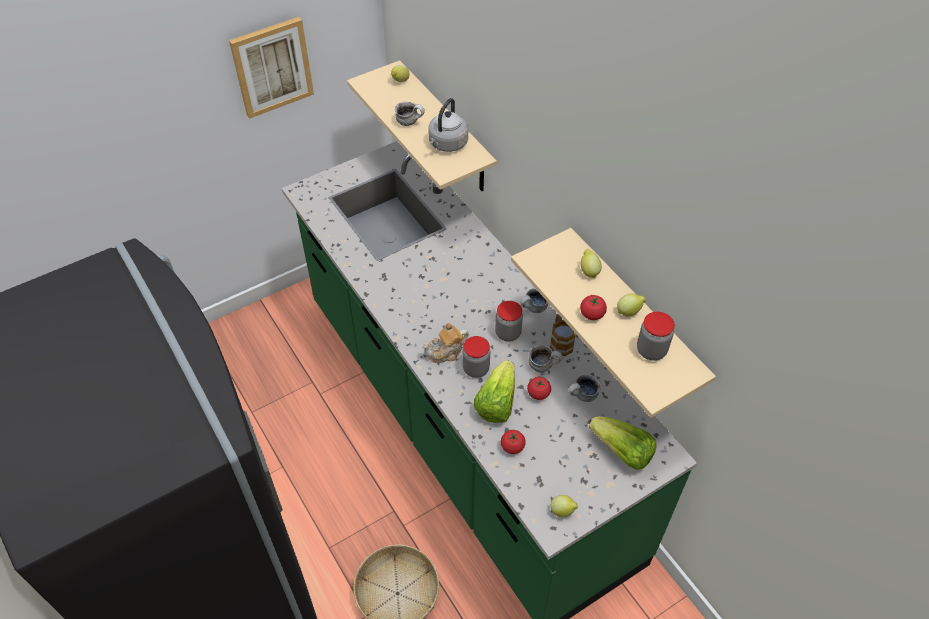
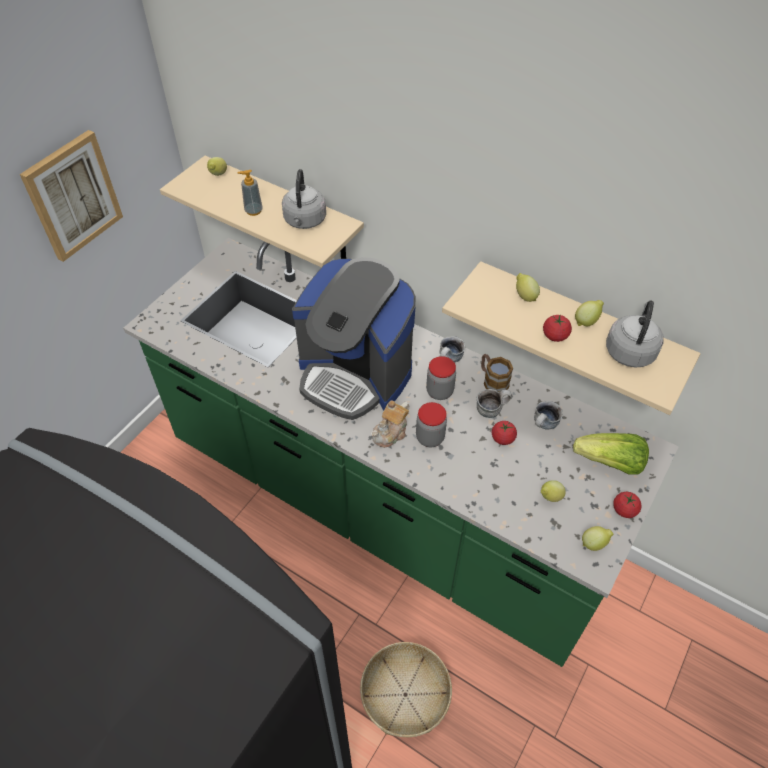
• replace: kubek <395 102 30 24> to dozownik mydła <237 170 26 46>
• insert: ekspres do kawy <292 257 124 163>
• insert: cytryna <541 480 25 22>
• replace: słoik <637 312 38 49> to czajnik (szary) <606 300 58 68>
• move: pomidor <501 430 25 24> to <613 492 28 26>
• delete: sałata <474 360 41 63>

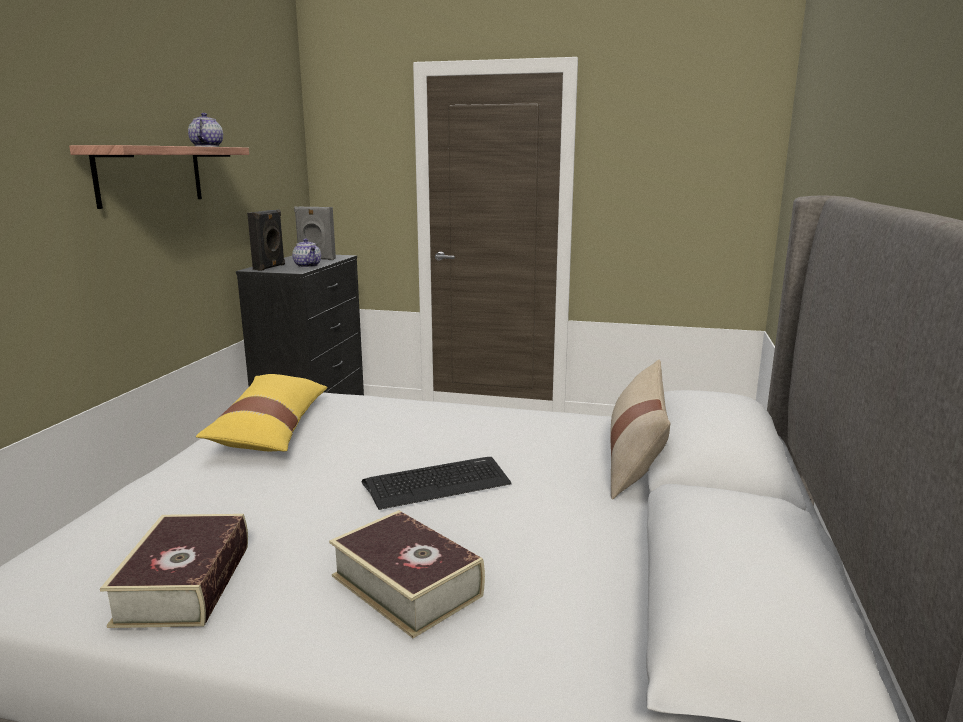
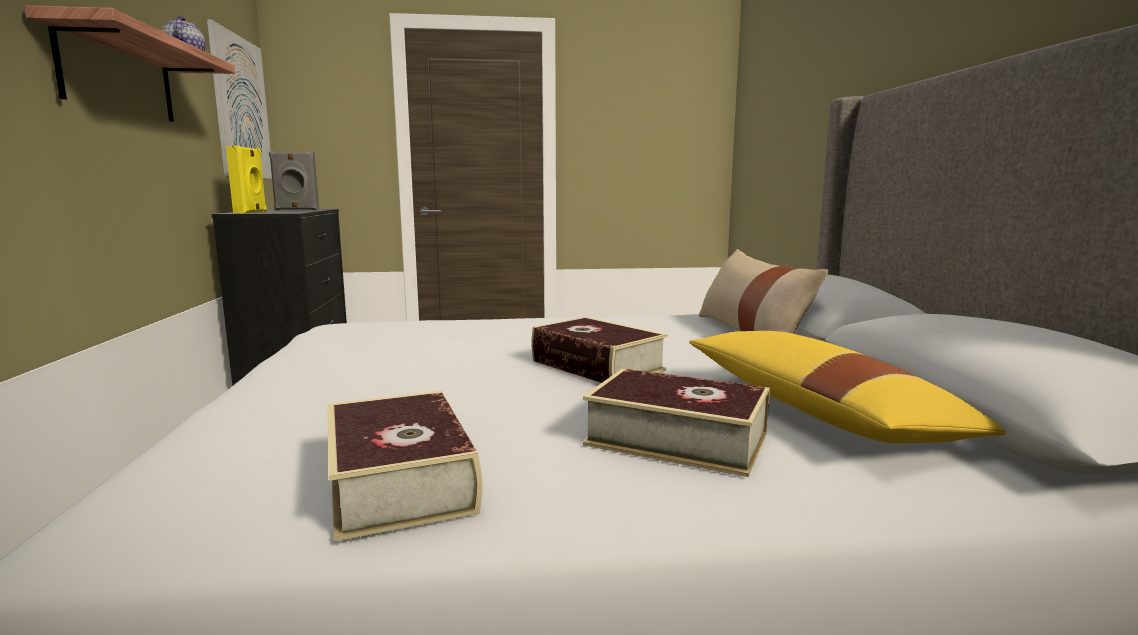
• insert: obraz <207 20 65 159>
• recolor: głośnik (czarny) <247 210 38 61> to głośnik (żółty) <226 146 41 67>
• replace: klawiatura <362 457 149 53> to książka <531 317 137 66>
• move: poduszka (żółty) <196 374 131 77> to <689 331 316 112>
• delete: imbryk <292 239 29 28>

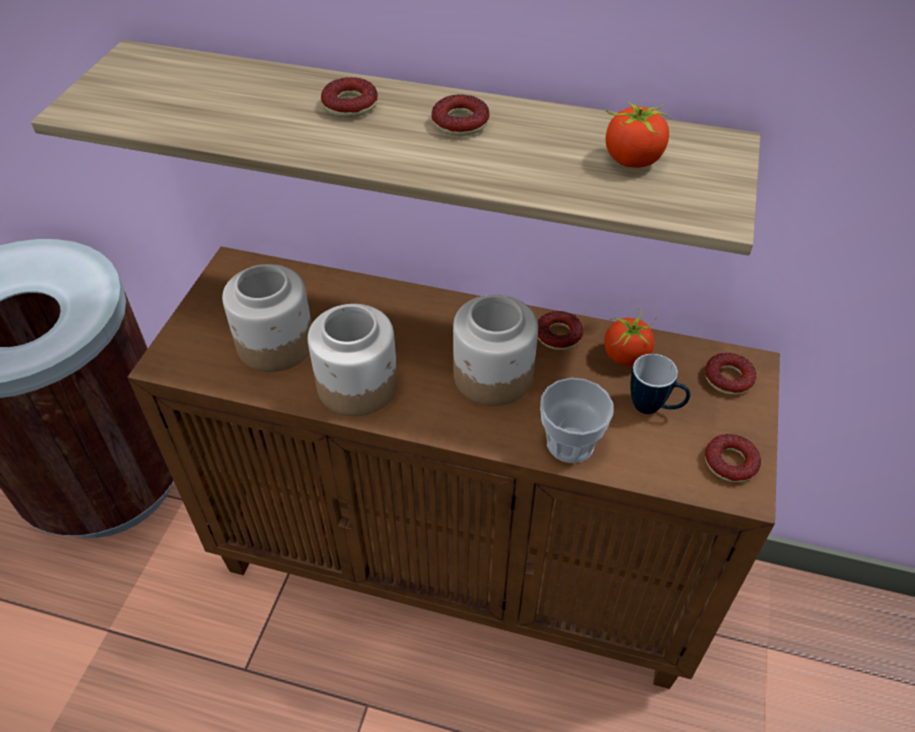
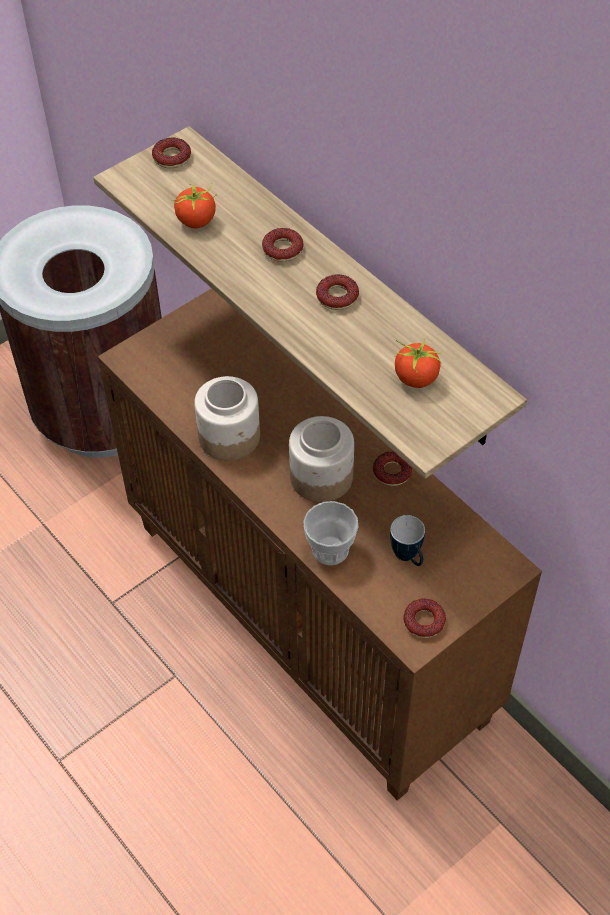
• move: donut <705 353 52 42> to <152 138 39 30>
• move: pomidor <604 307 52 59> to <172 183 44 45>
• delete: słoik <222 264 90 108>

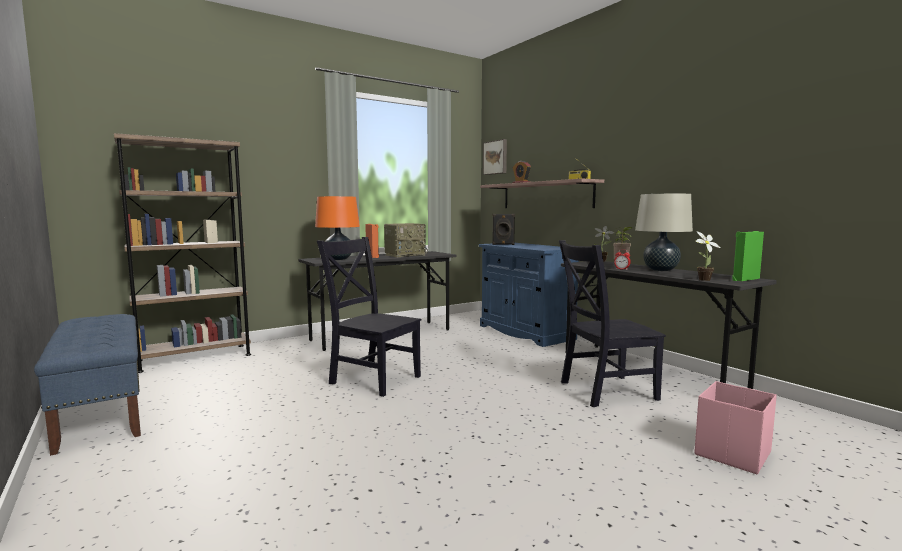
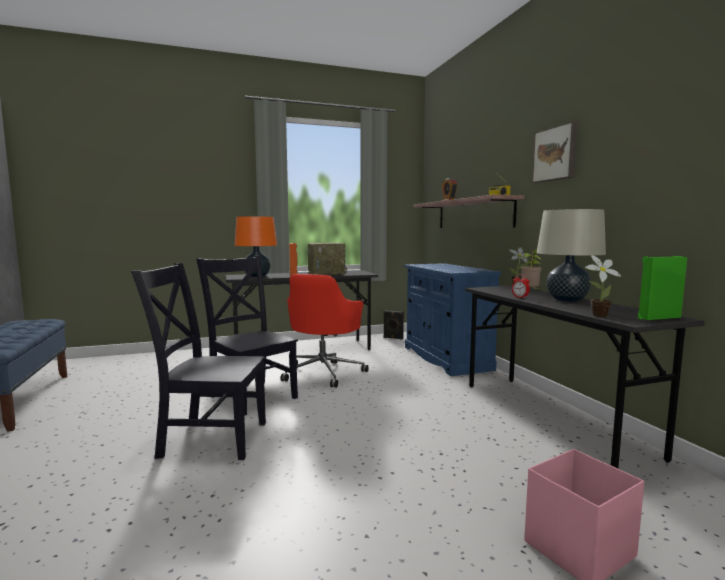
• move: krzesło (czarny) <559 240 107 167> to <131 263 135 197>
• insert: krzesło biurowe (czerwony) <280 274 88 114>
• move: głośnik (czarny) <492 214 23 31> to <383 310 21 29>
• move: obraz <483 139 24 36> to <532 121 46 62>
• delete: regał (brązowy) <114 133 137 240>

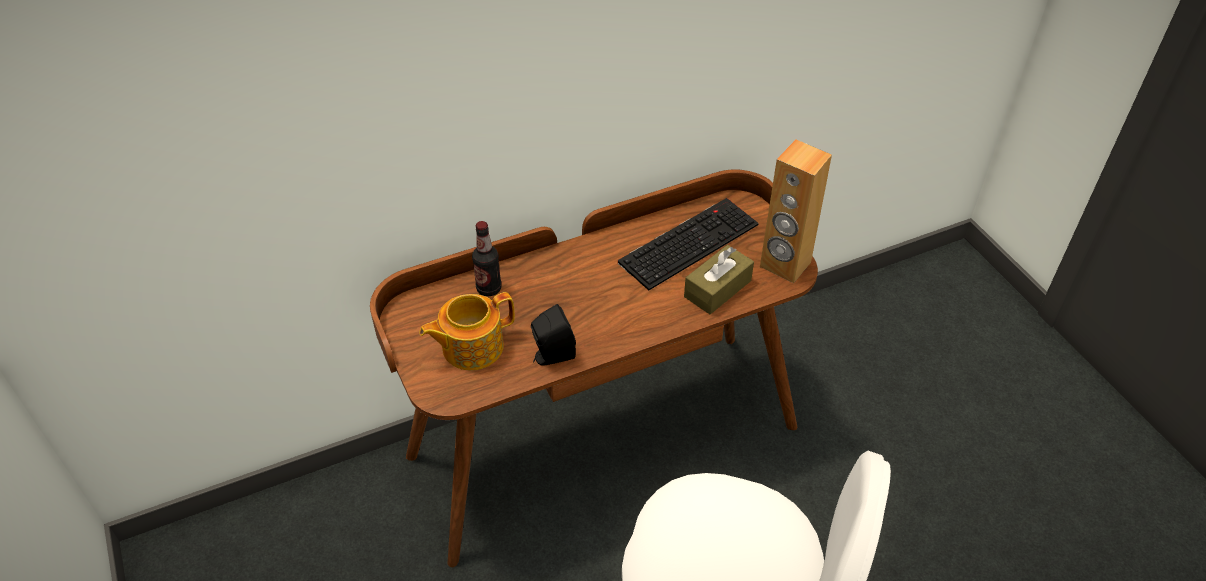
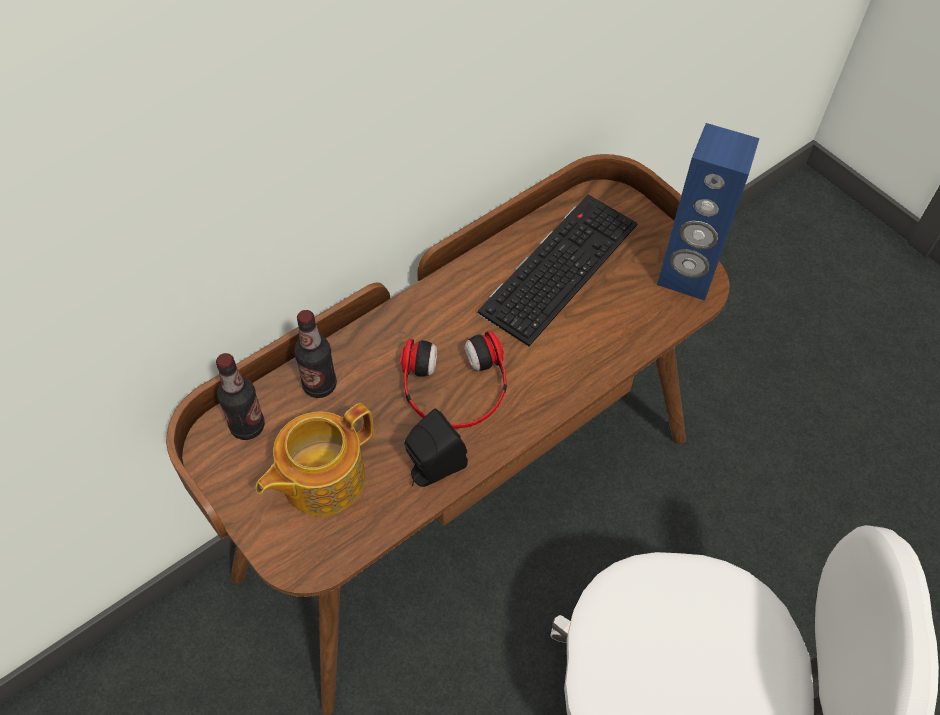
• insert: butelka <216 353 49 87>
• insert: słuchawki <401 331 106 97>
• recolor: głośnik (brązowy) <760 140 72 143> to głośnik (niebieski) <657 123 103 177>
• delete: pudełko chusteczek (brązowy) <684 245 70 69>

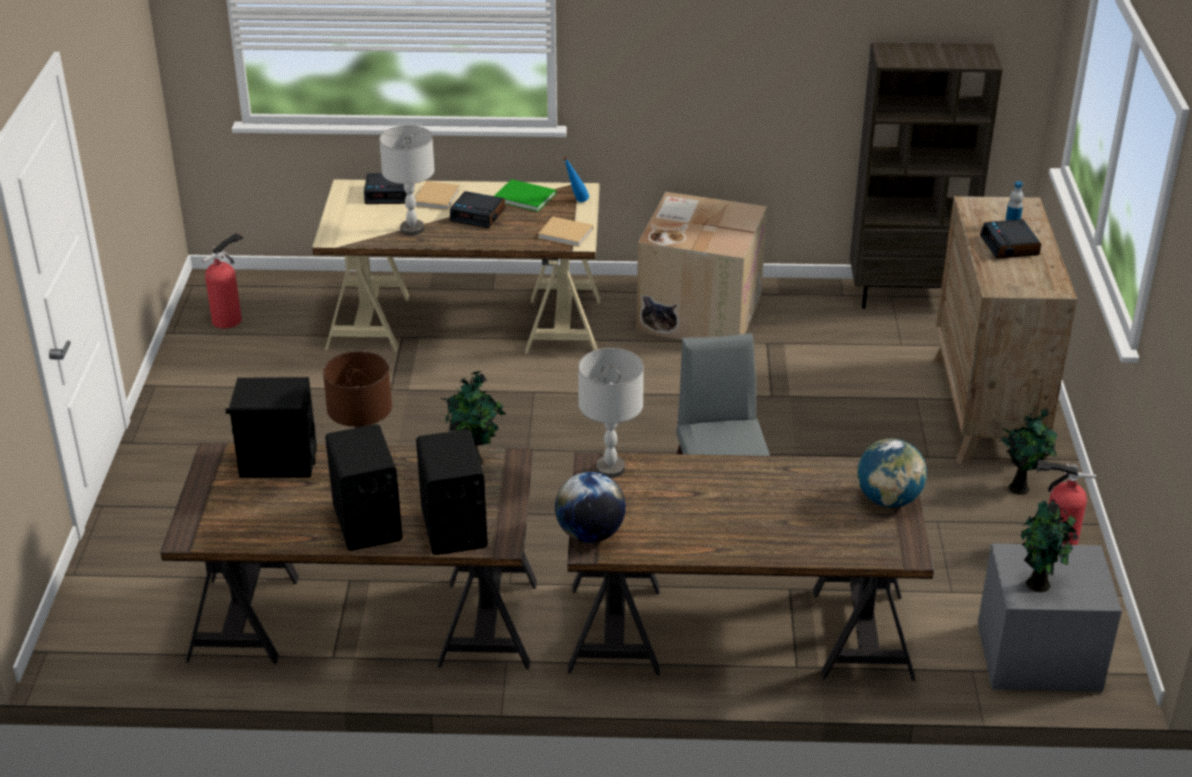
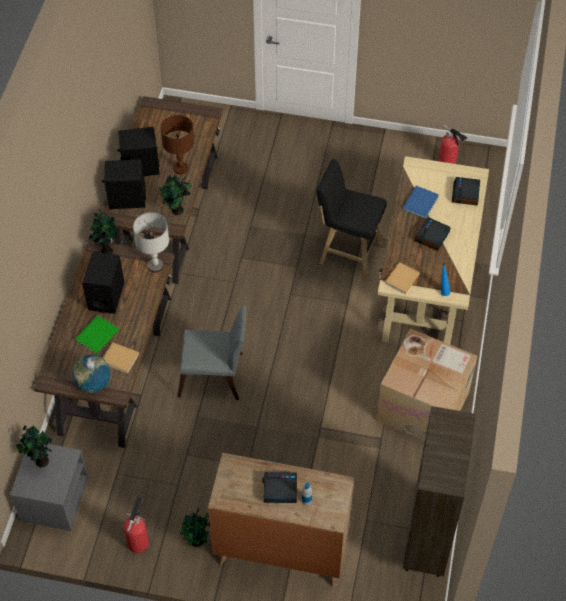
• move: książka (zielony) <494 179 62 33> to <75 315 44 39>
• move: głośnik (czarny) <225 377 92 101> to <82 252 43 62>
• replace: globus <555 472 71 71> to roślina doniczkowa <89 208 28 46>
• move: książka (beżowy) <415 181 45 29> to <103 342 36 31>
• insert: stołek (czarny) <316 159 71 120>
• replace: lampa stołowa (szary) <379 125 56 110> to książka (niebieski) <402 186 37 33>

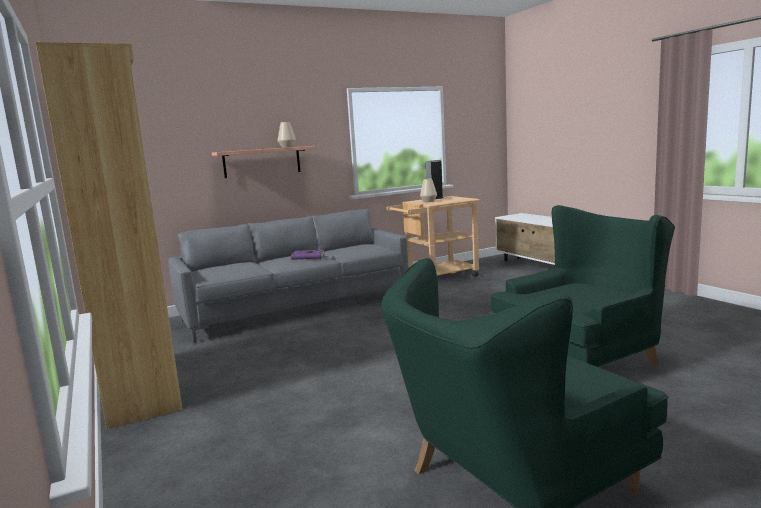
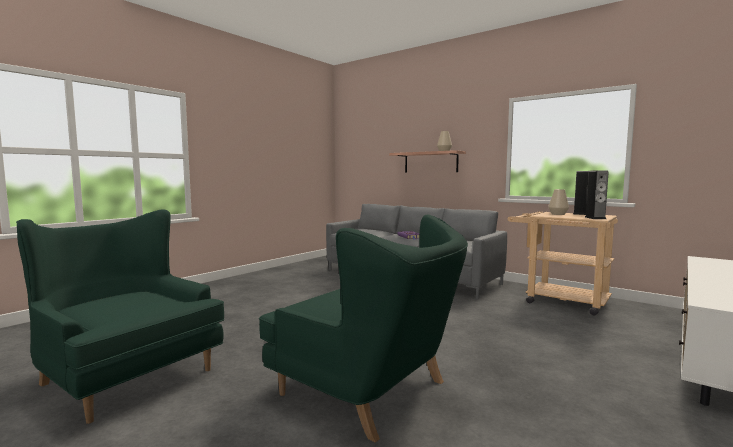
• insert: głośnik <585 170 24 49>
• delete: regał (brązowy) <35 42 148 388>

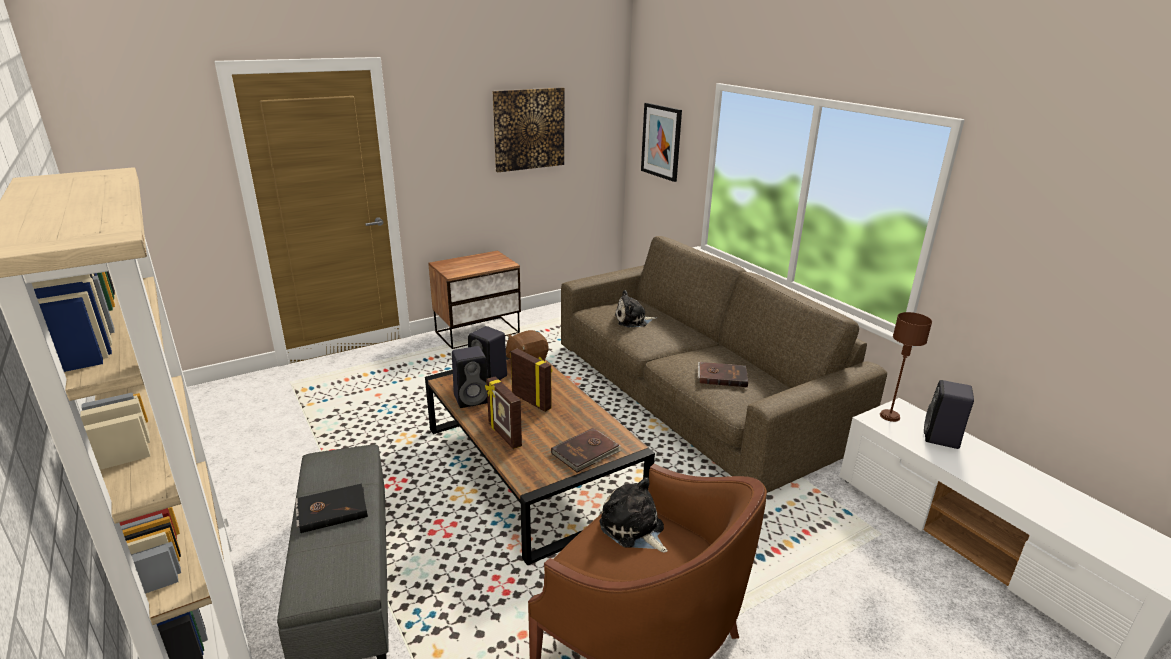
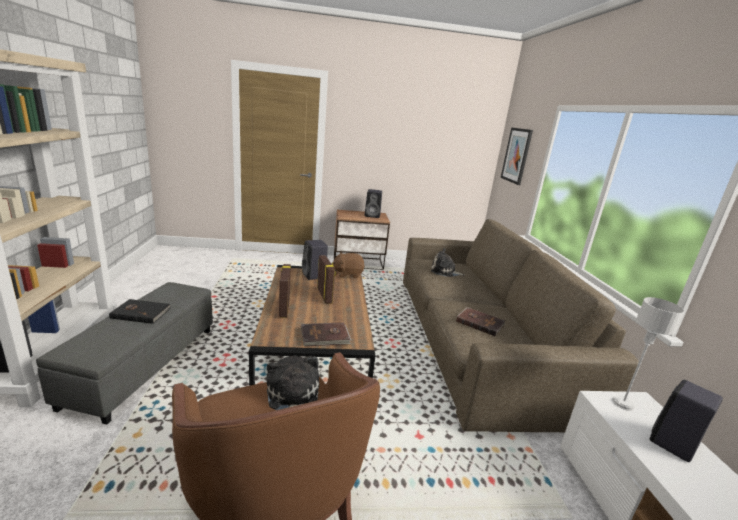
• move: głośnik (czarny) <452 346 36 62> to <364 189 18 29>
• recolor: lampa stołowa (brązowy) <880 312 52 110> to lampa stołowa (szary) <612 297 72 114>
• delete: obraz <492 87 72 85>

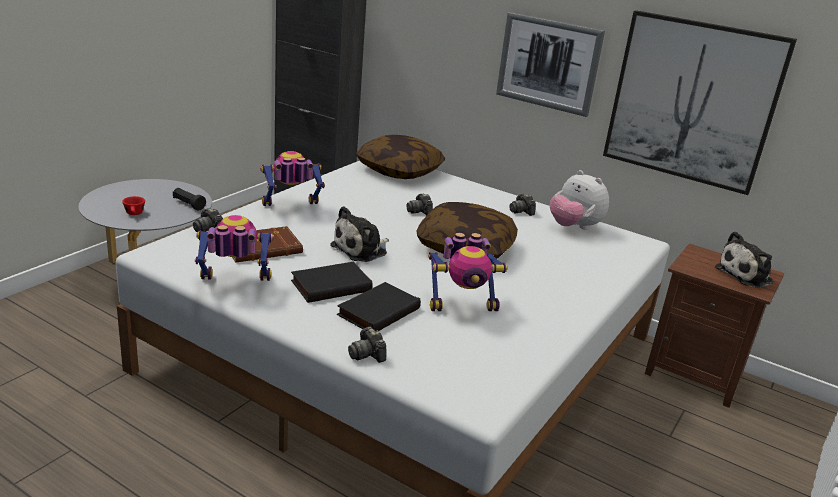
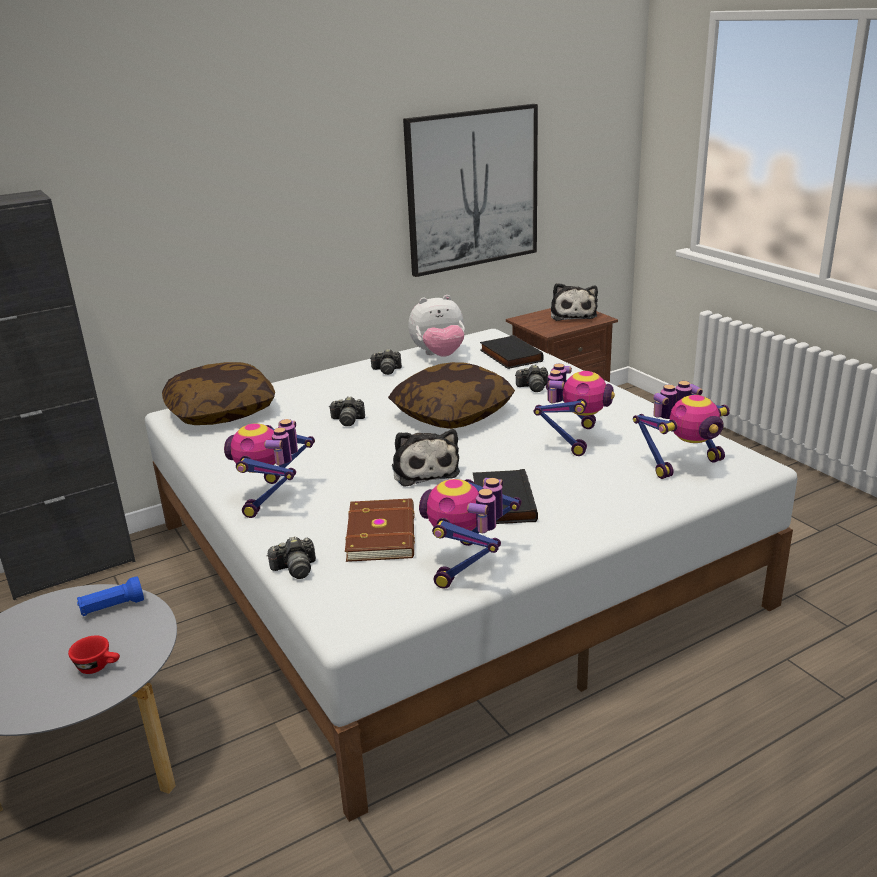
• recolor: latarka (czarny) <173 188 33 22> to latarka (niebieski) <77 576 67 40>
• move: książka (czarny) <337 282 84 49> to <480 335 64 34>
• move: aparat fotograficzny <348 327 38 36> to <515 365 33 27>
• insert: robot zabawkowy <633 381 97 98>
• delete: obraz <496 12 109 105>

